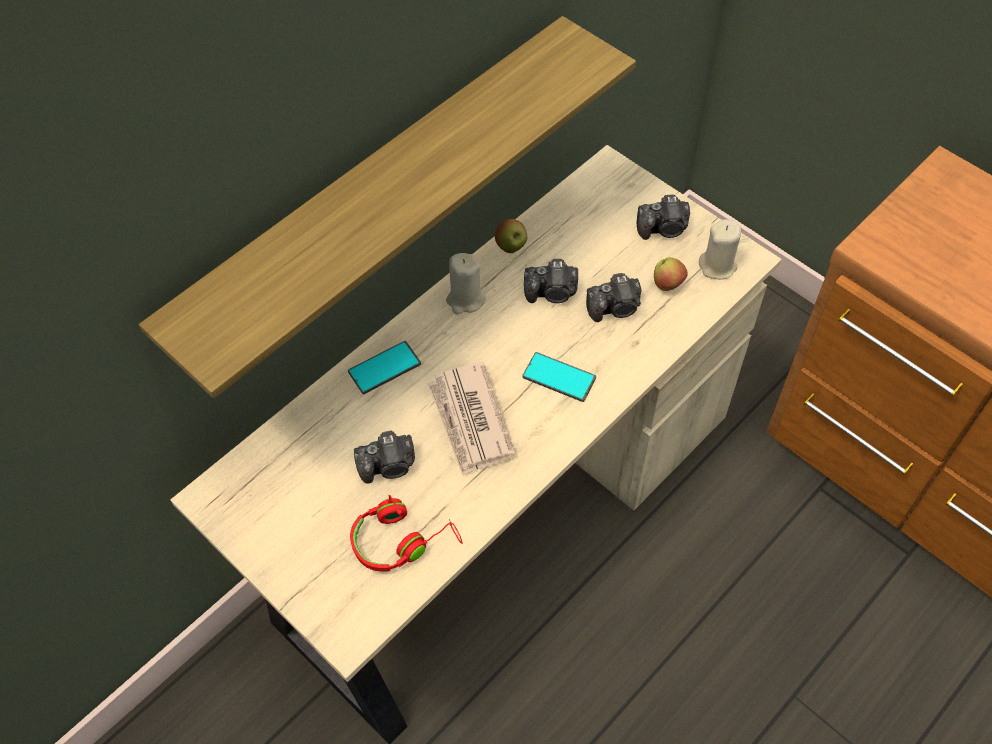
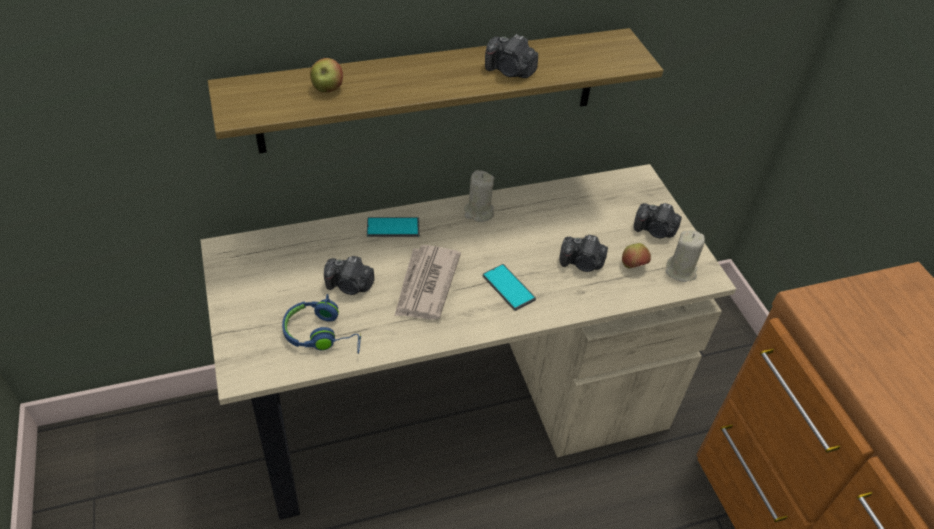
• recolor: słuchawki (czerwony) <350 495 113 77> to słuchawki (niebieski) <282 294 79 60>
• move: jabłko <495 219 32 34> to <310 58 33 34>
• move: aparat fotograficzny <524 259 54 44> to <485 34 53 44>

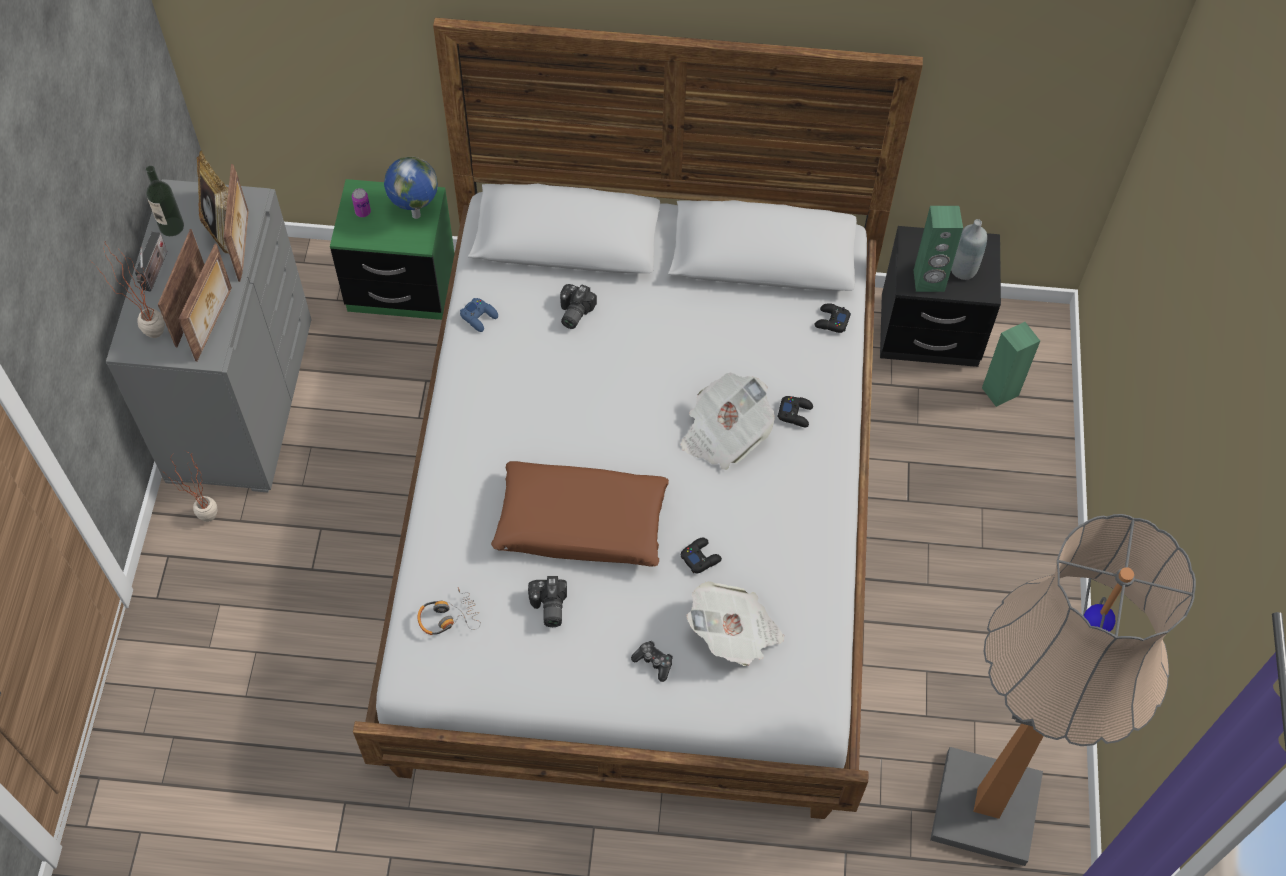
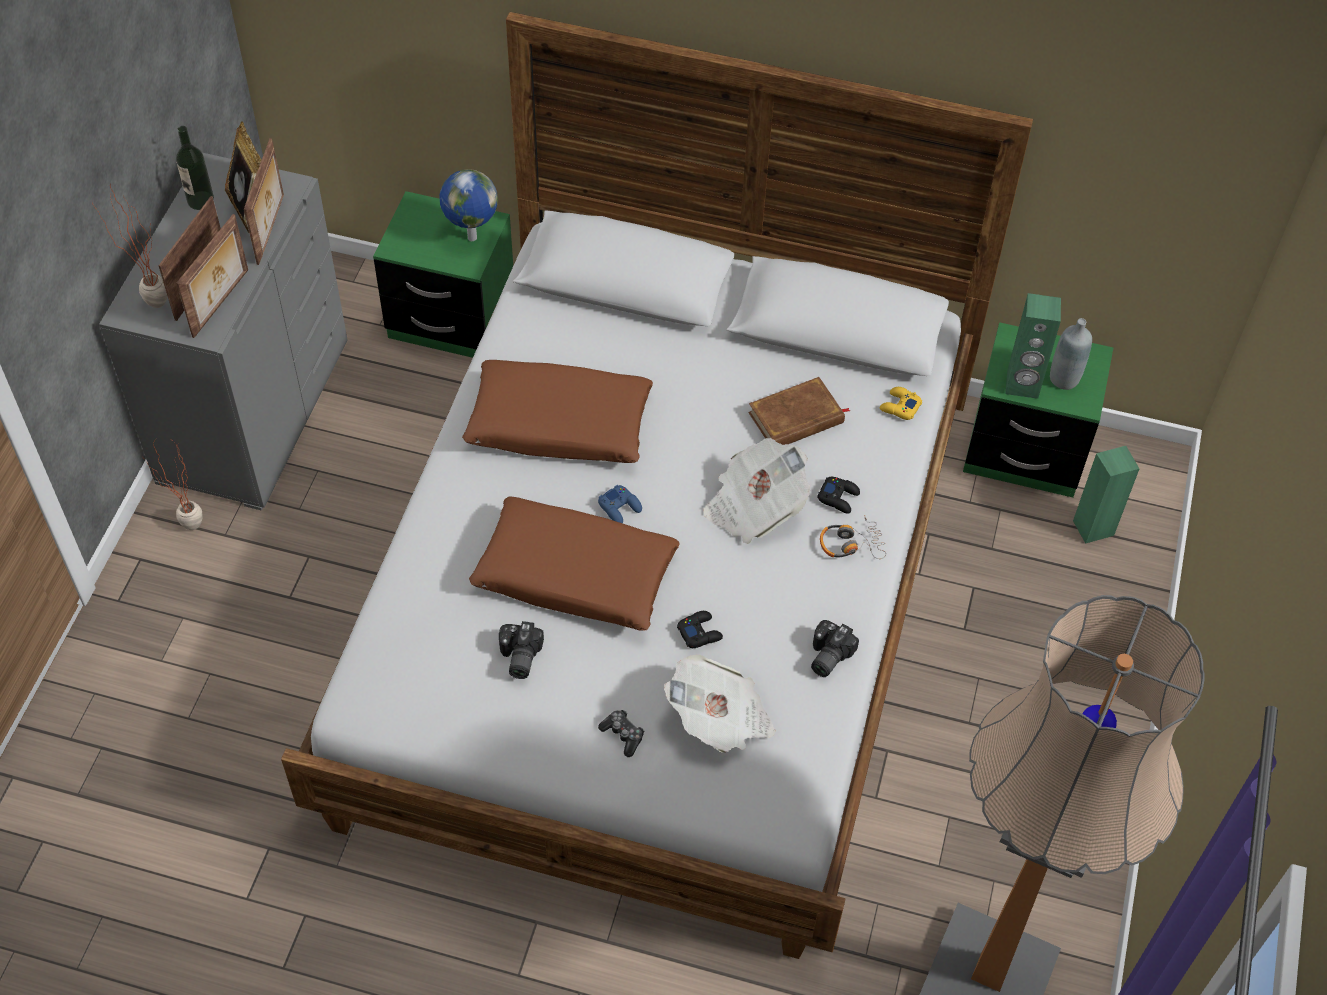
• insert: poduszka (brązowy) <462 360 191 103>
• move: pad do gier (niebieski) <460 298 38 34> to <598 484 44 39>
• insert: książka (brązowy) <748 377 102 68>
• move: aparat fotograficzny <560 284 37 45> to <811 620 48 57>
• move: słuchawki <418 587 63 48> to <820 515 66 44>
• recolor: pad do gier (czarny) <814 303 37 30> to pad do gier (żółty) <880 387 42 33>
• recolor: szafka nocna (czarny) <880 226 121 141> to szafka nocna (zielony) <963 322 150 175>
• delete: radio <135 232 33 59>
• delete: puszka <352 188 19 29>

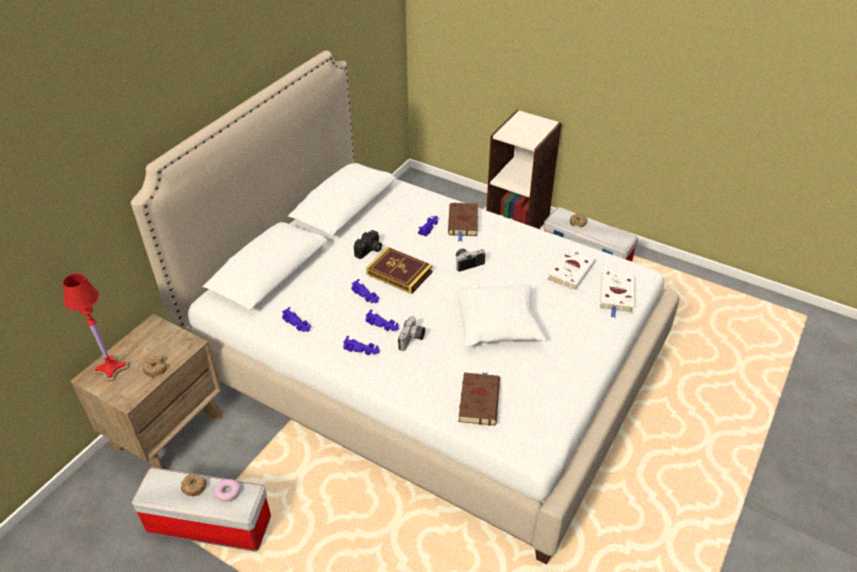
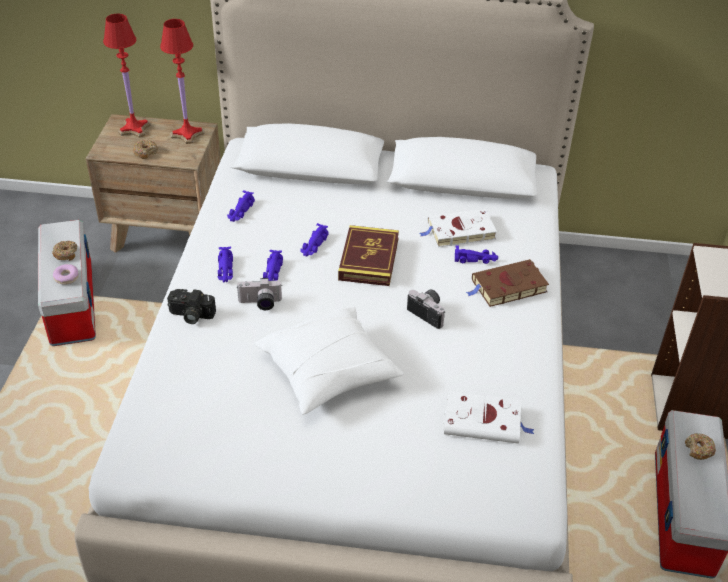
• insert: lampa stołowa (czerwony) <160 19 44 125>
• move: aparat fotograficzny <354 230 28 29> to <167 289 49 35>
• move: książka (biały) <600 270 34 48> to <420 209 77 38>
• delete: książka (brązowy) <459 372 41 54>

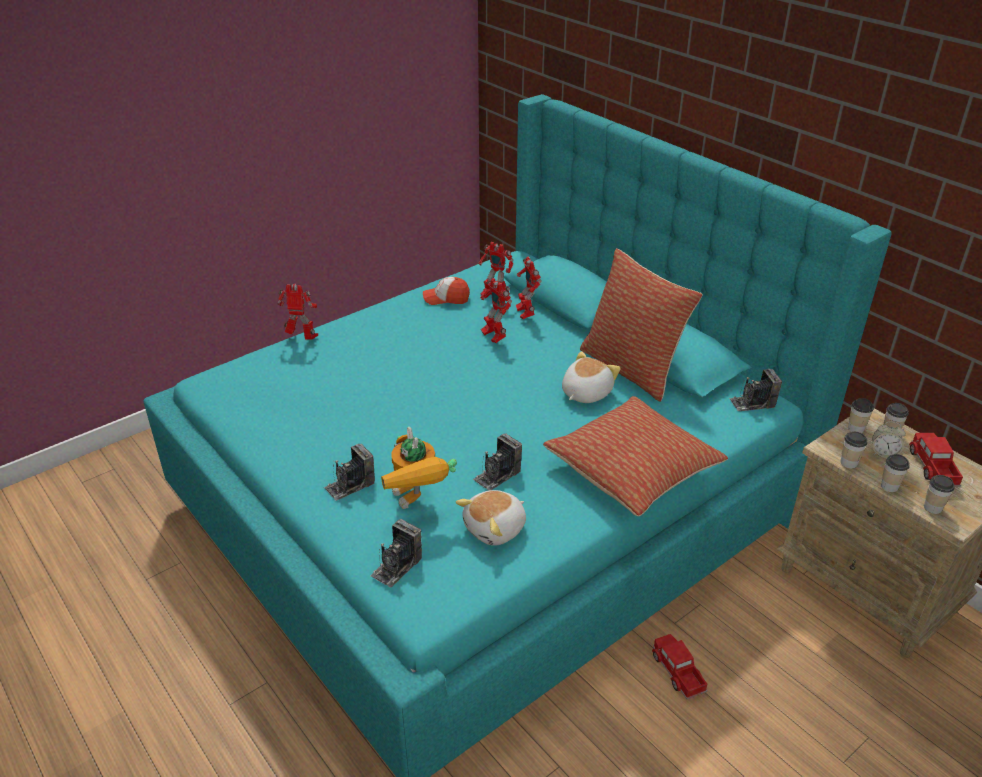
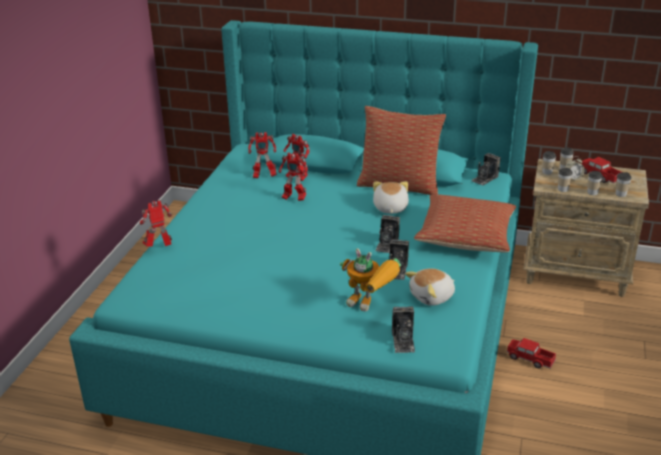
• move: aparat fotograficzny <324 444 51 57> to <375 215 25 38>
• rotate: pluszak <456 490 70 56> = <405 268 50 38> 45 degrees clockwise
• delete: czapka z daszkiem <423 277 47 28>

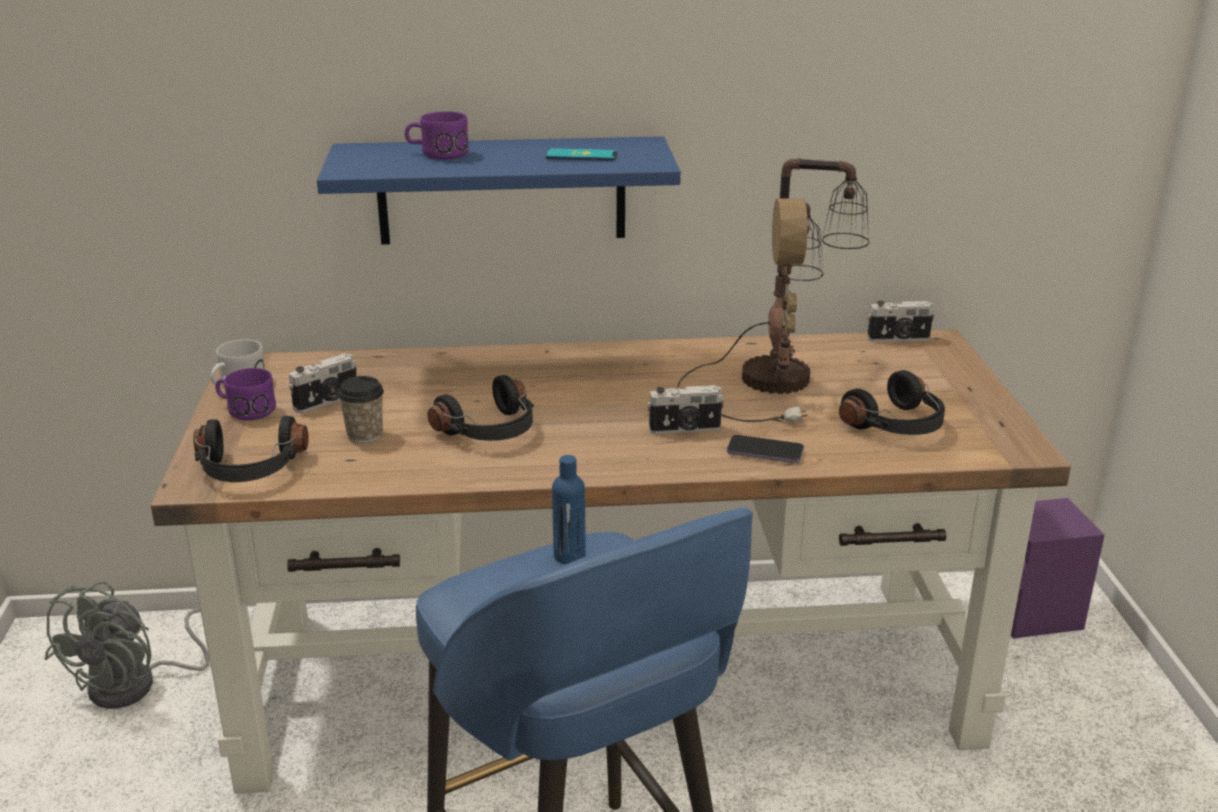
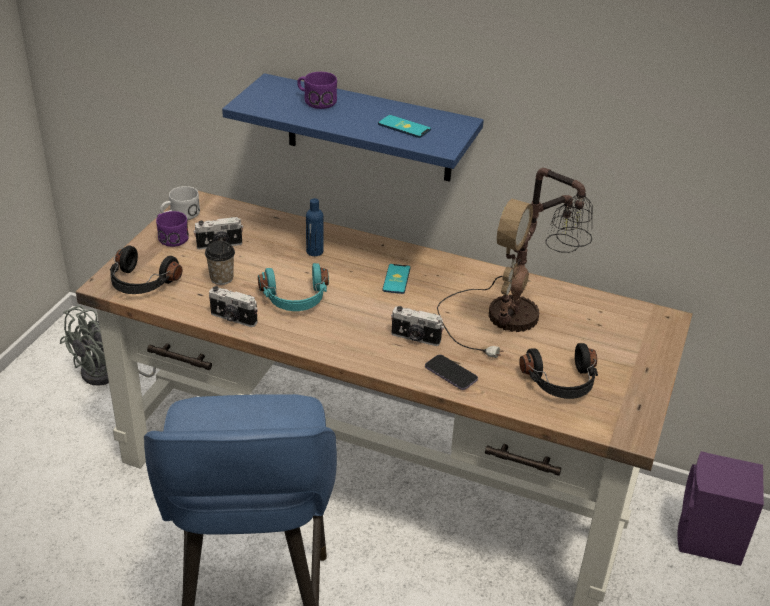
• move: aparat fotograficzny <867 301 68 41> to <209 286 49 41>
• recolor: słuchawki (czarny) <428 375 106 66> to słuchawki (turkusowy) <258 263 71 48>
• move: butelka (niebieski) <552 455 34 109> to <306 198 18 58>
• insert: telefon <383 264 27 30>

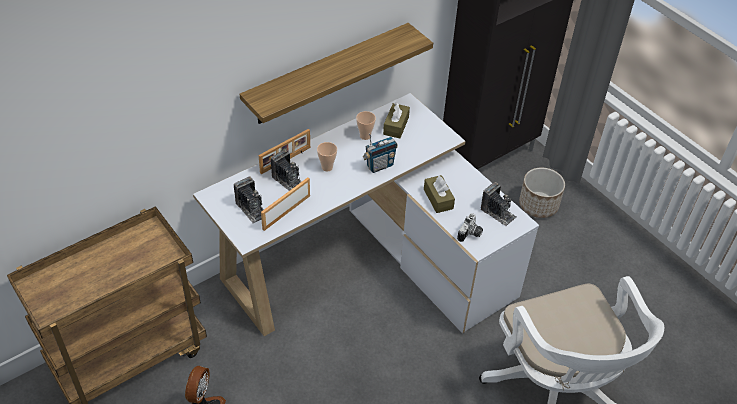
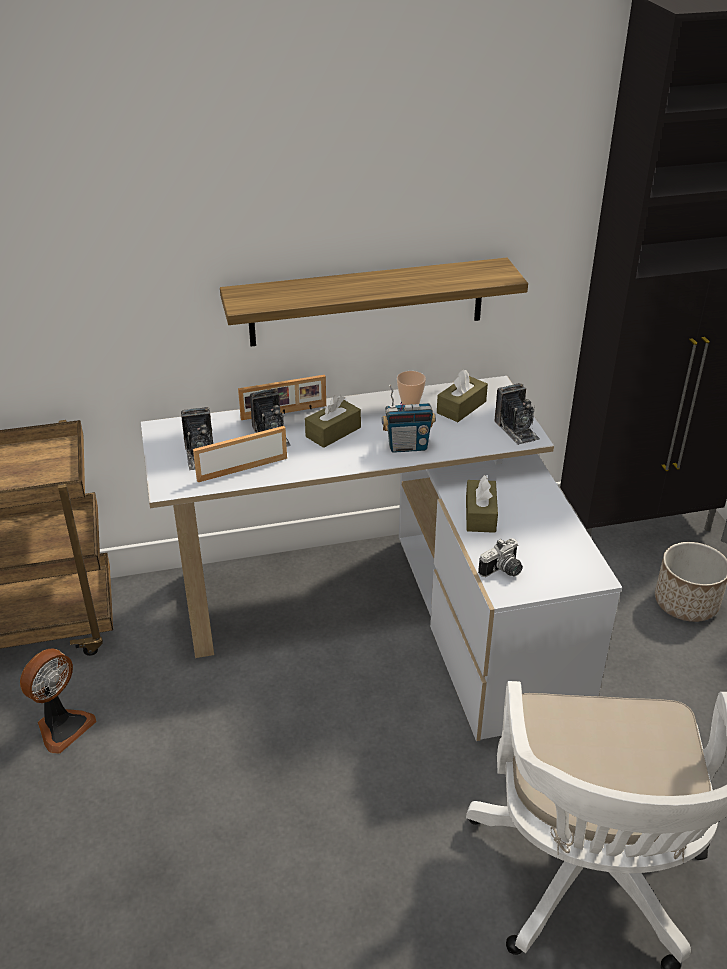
• replace: filiżanka <317 142 20 30> to pudełko chusteczek (brązowy) <305 395 56 53>
• move: aparat fotograficzny <481 182 36 44> to <495 383 45 62>

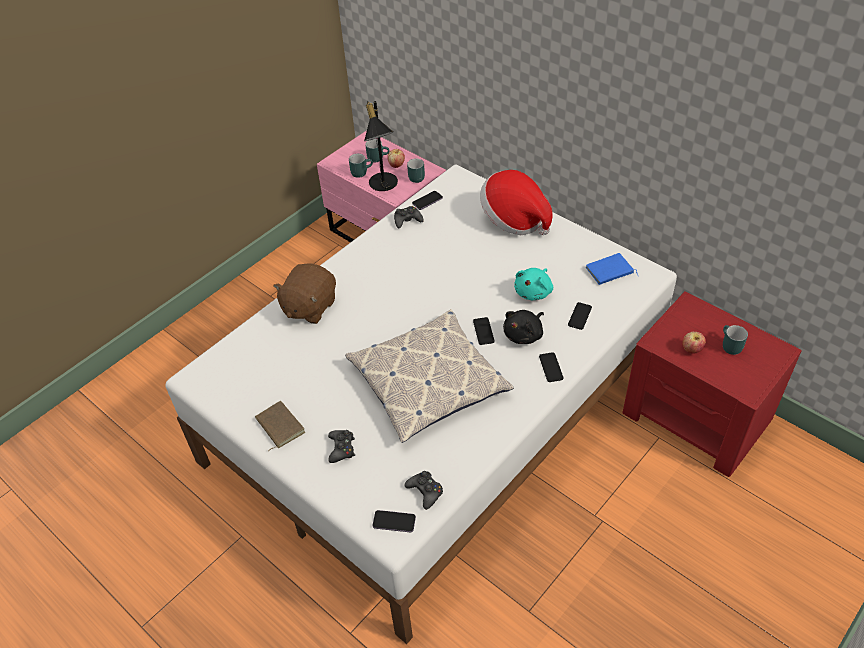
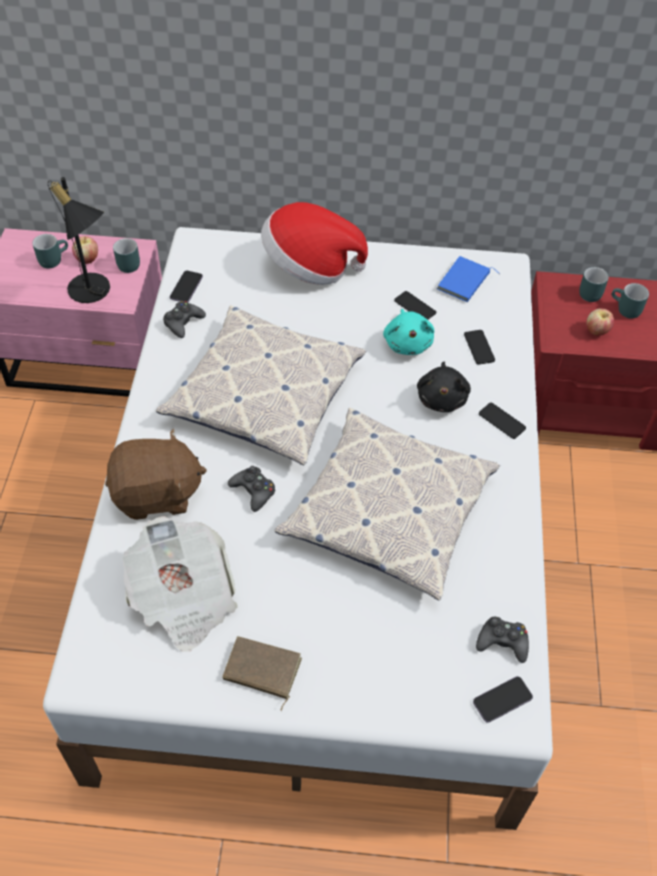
• rotate: pluszak (brązowy) <273 263 63 61> = <105 428 102 92> 90 degrees counterclockwise
• insert: gazeta <122 516 116 136>
• insert: poduszka <156 305 210 160>
• move: pad do gier (czarny) <328 430 27 33> to <228 466 47 46>
• move: telefon <473 317 22 28> to <394 291 42 29>
• move: kubek (turkusowy) <349 154 24 24> to <579 267 30 35>

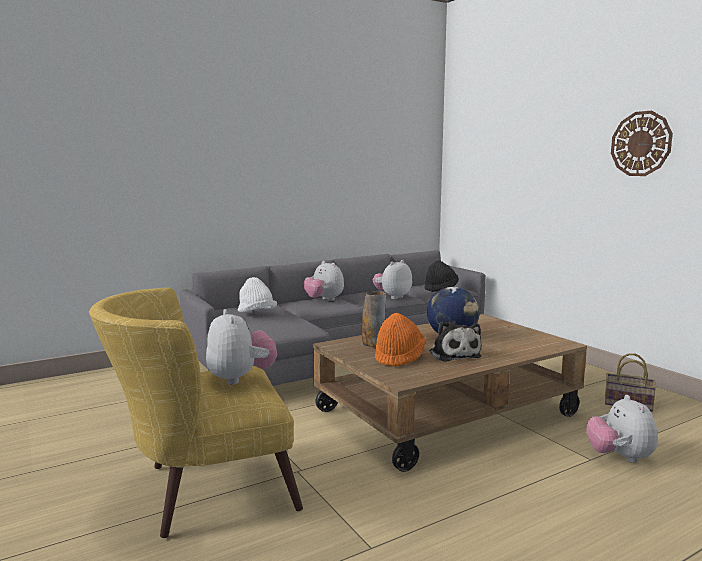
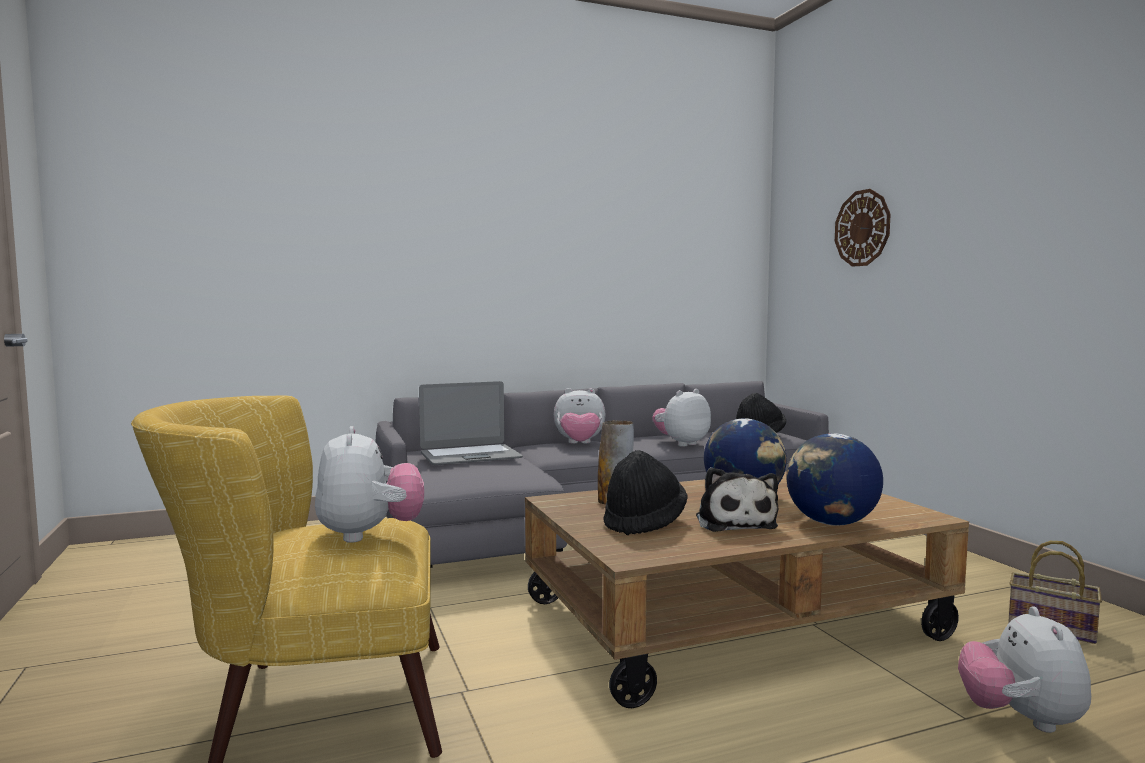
• replace: kapelusz (biały) <238 277 39 35> to laptop <419 381 104 84>
• rotate: pluszak <303 261 41 40> = <554 388 52 56> 60 degrees counterclockwise
• recolor: kapelusz (pomarańczowy) <375 313 50 54> to kapelusz (czarny) <604 450 84 85>
• insert: globus <787 433 96 92>
• move: zegar ścienny <611 111 62 65> to <835 189 56 78>

